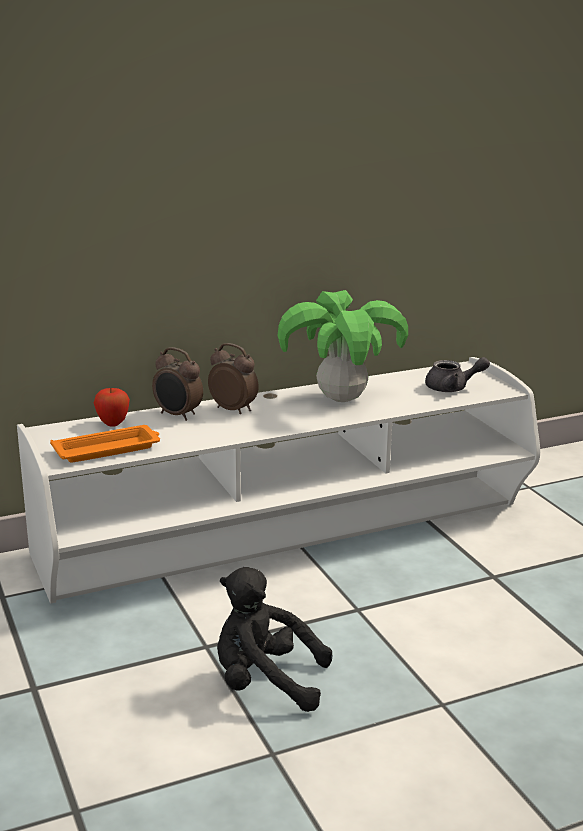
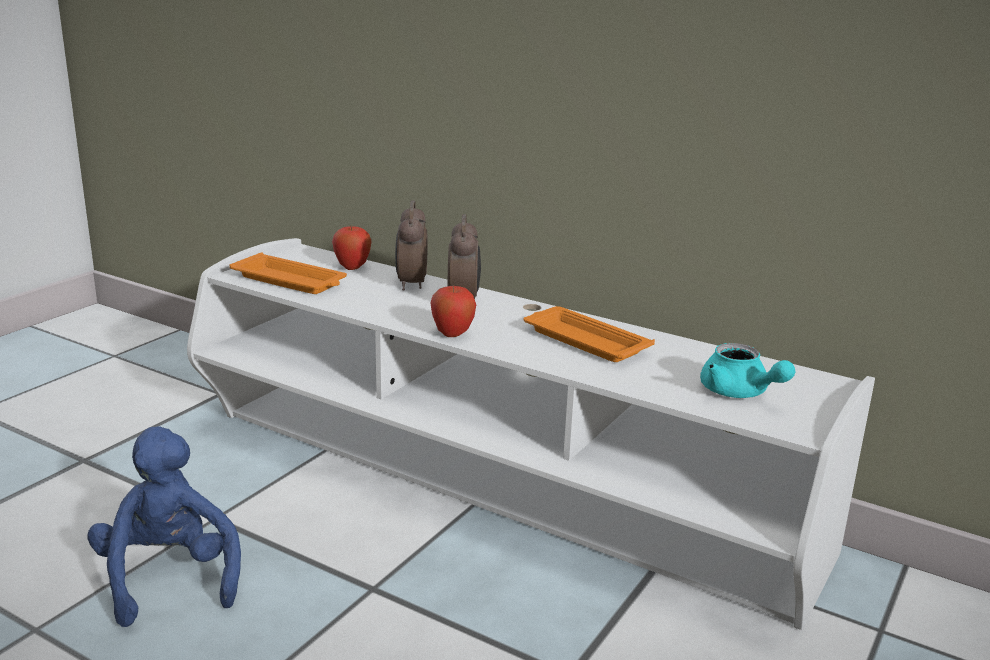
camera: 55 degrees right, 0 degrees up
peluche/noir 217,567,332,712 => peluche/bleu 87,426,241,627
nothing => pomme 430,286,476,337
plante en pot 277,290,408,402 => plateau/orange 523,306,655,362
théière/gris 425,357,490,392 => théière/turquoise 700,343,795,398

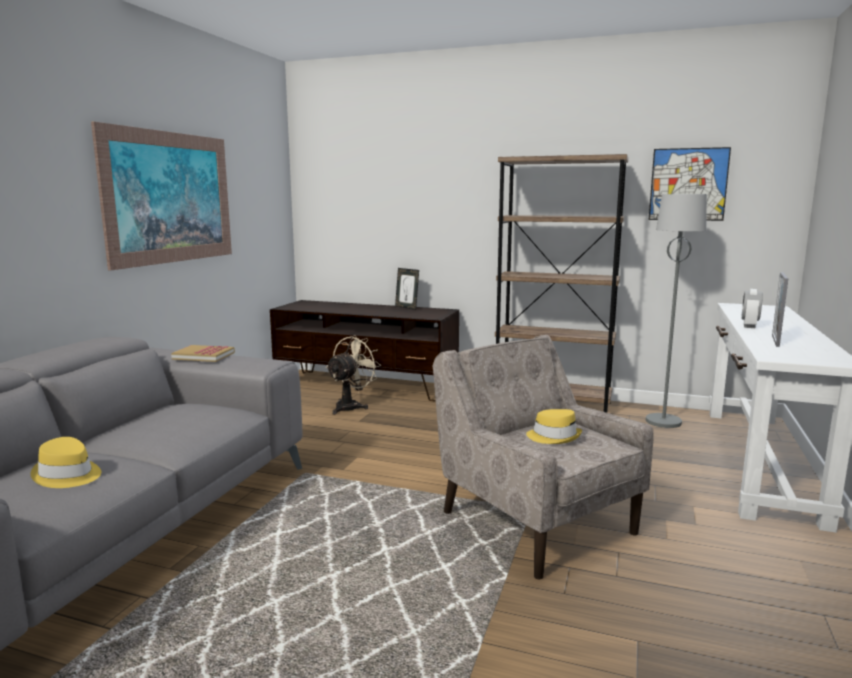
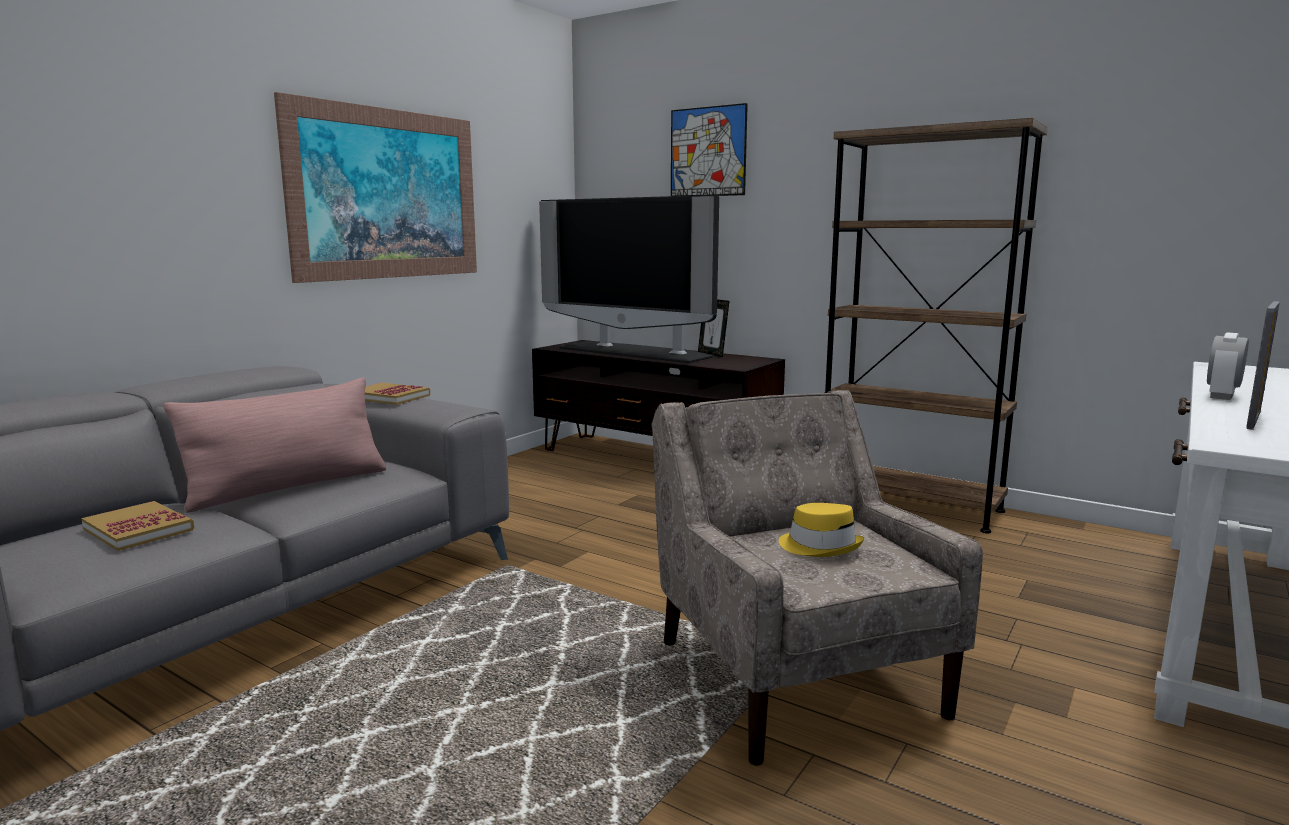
camera: 15 degrees right, 0 degrees up
chapeau/jaune 30,437,101,488 => livre 81,501,194,551
nothing => coussin/rose 163,377,386,513
nothing => téléviseur 539,195,719,363
tableau 649,147,731,221 => tableau 671,103,748,196, move
ventilateur/beige 326,335,381,415 => nothing
lampadaire/gris 646,194,707,428 => nothing

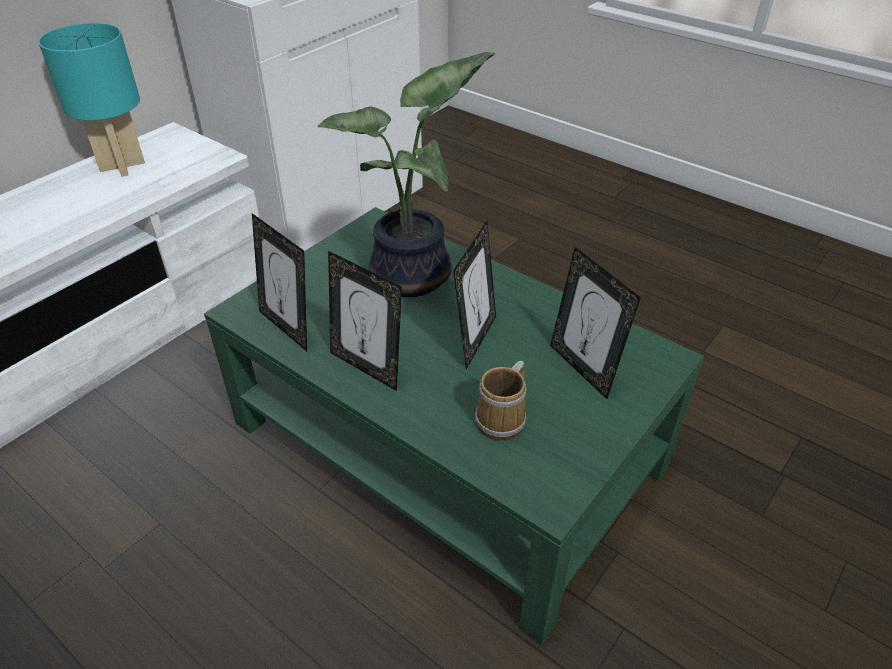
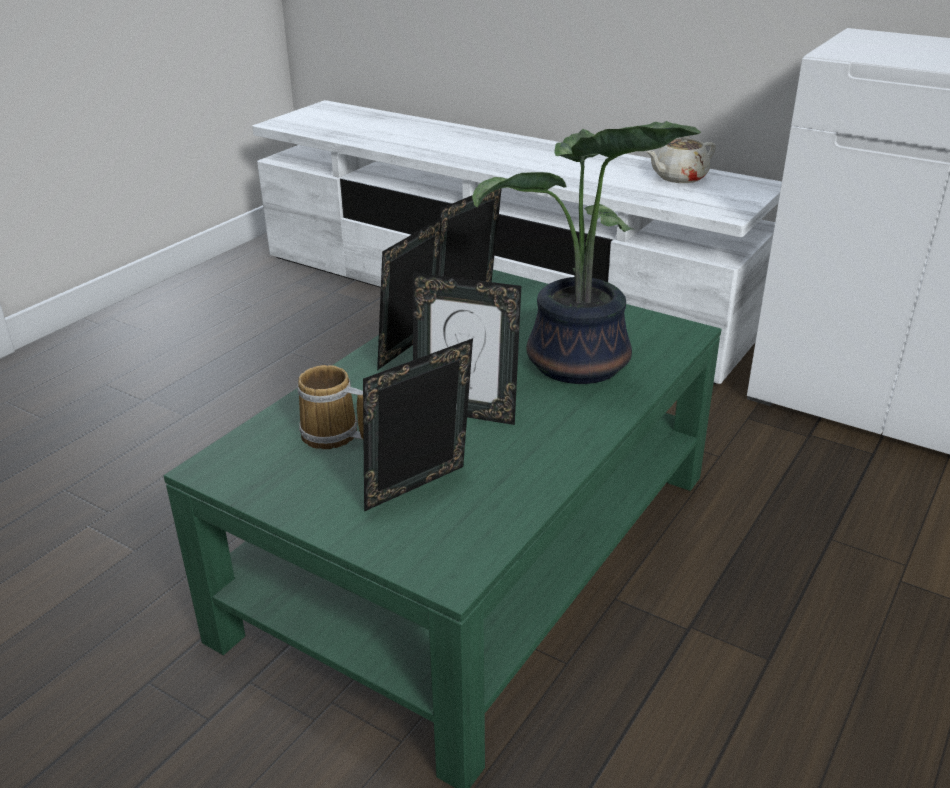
camera: 85 degrees right, 10 degrees down
lampe de table/turquoise 38,23,145,177 => théière/beige 646,136,716,183

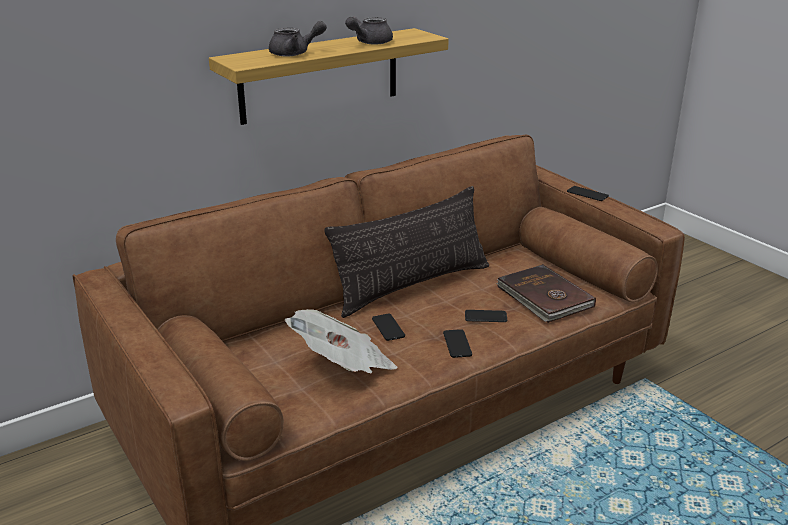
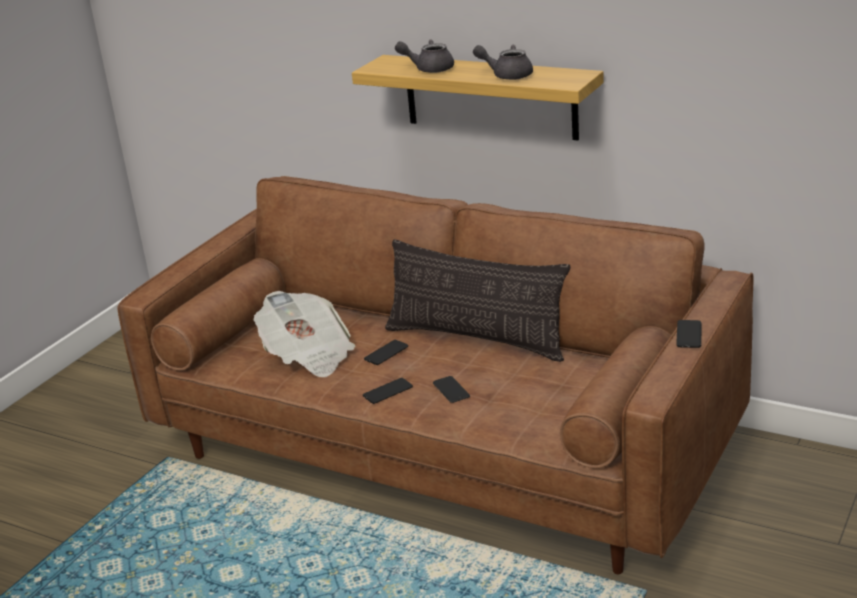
camera: 65 degrees right, 0 degrees up
théière/gris 269,21,327,57 => théière/gris 395,39,454,73, 135 degrees clockwise
livre/marron 496,264,596,323 => nothing

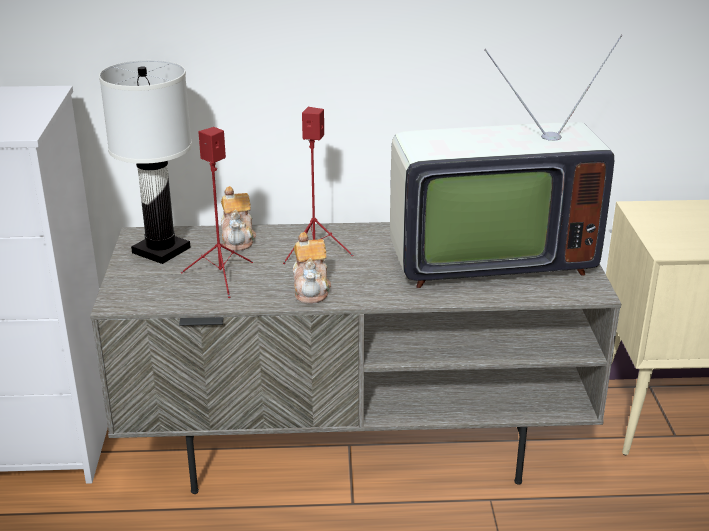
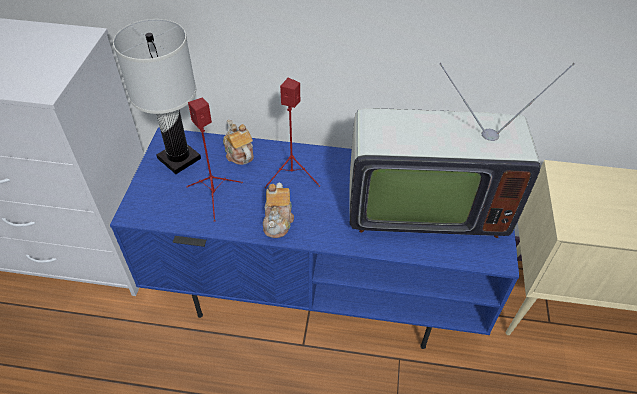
camera: 10 degrees right, 20 degrees up
meuble télé/gris 90,222,621,494 => meuble télé/bleu 110,128,519,349
théière 221,186,256,251 => théière 223,119,254,165, 150 degrees clockwise

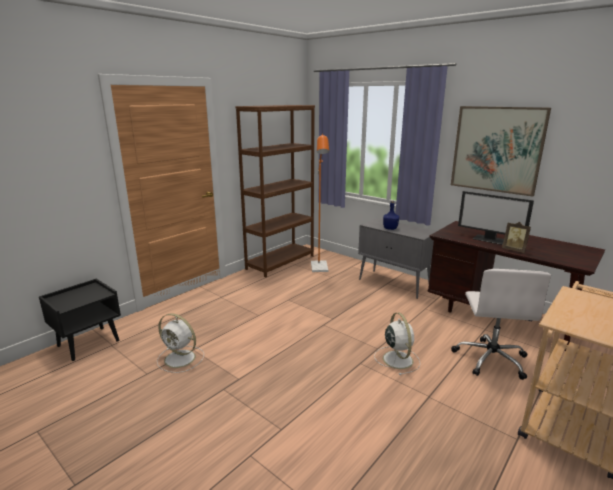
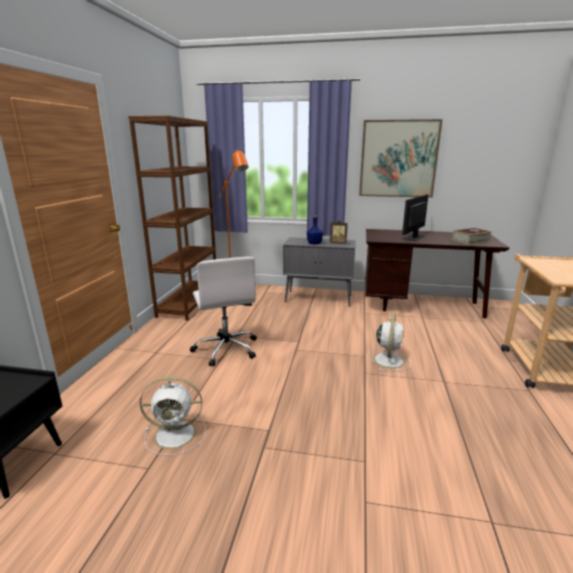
camera: 30 degrees left, 0 degrees up
chaise de bureau/blanc 451,269,551,380 => chaise de bureau/blanc 190,257,257,367, move
cadre photo 502,222,531,253 => cadre photo 330,221,348,244, move
ventilateur/blanc 374,312,421,375 => ventilateur/blanc 367,313,411,372, 60 degrees clockwise
écran d'ordinateur 458,191,534,245 => écran d'ordinateur 401,194,429,241, 120 degrees clockwise
nothing => livre 452,228,492,245

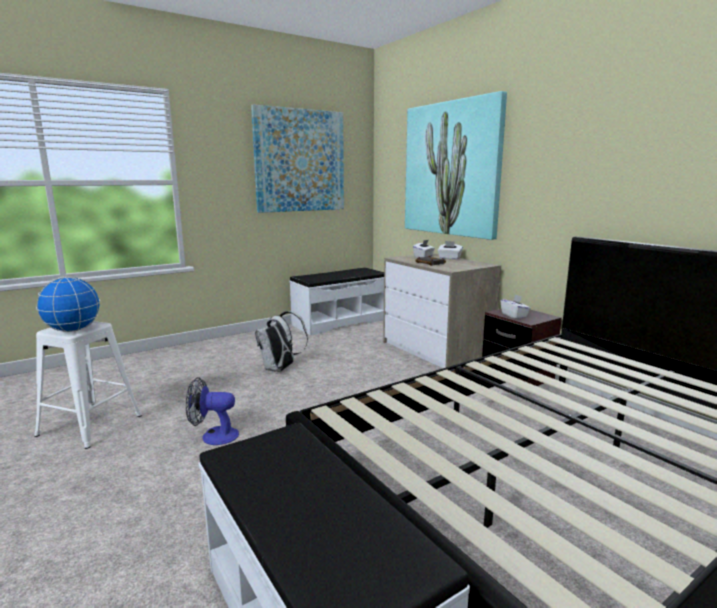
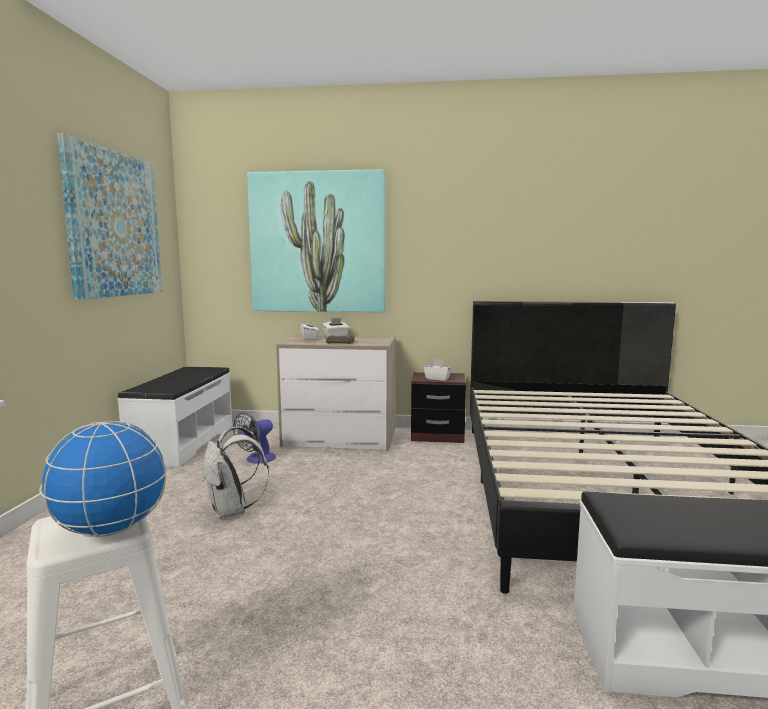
camera: 50 degrees left, 5 degrees down
ventilateur 186,377,239,445 => ventilateur 233,413,276,464, move

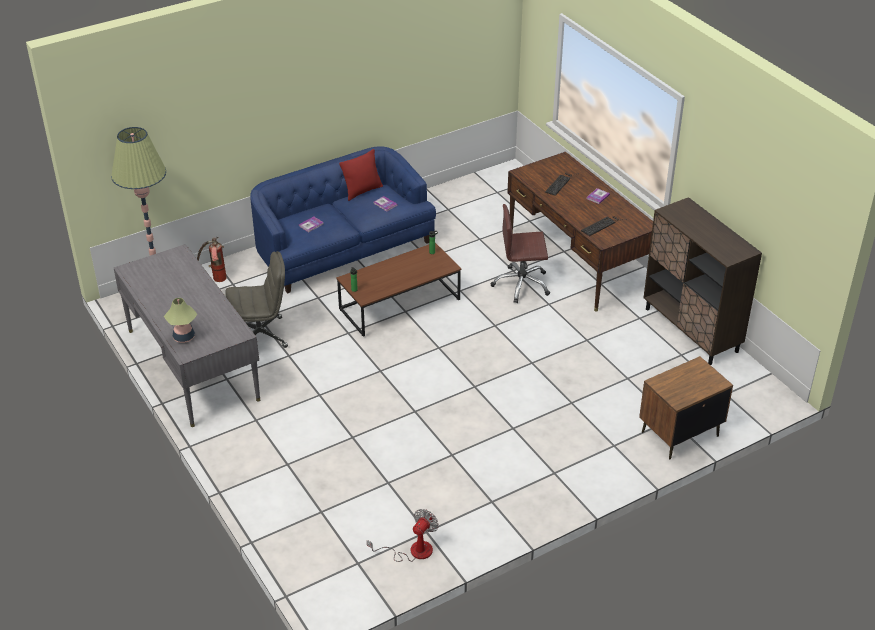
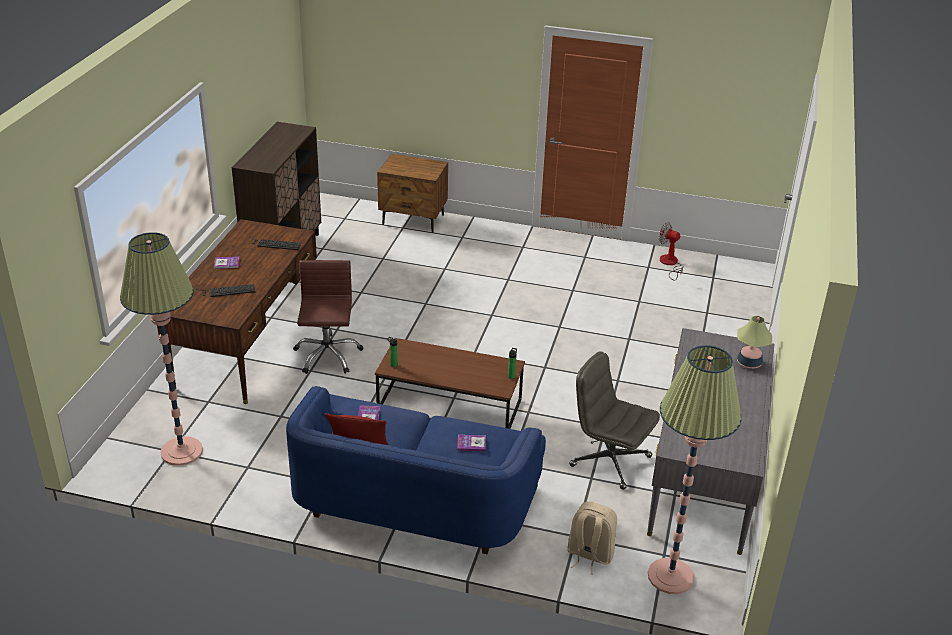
camera: 135 degrees left, 5 degrees down
nothing => lampadaire 120,232,203,466
chaise de bureau/marron 491,204,550,303 => chaise de bureau/marron 293,260,363,374, 135 degrees counterclockwise
extincteur 197,237,227,282 => sac à dos/beige 568,502,617,575
ventilateur 367,509,438,562 => ventilateur 659,222,683,281, 45 degrees clockwise

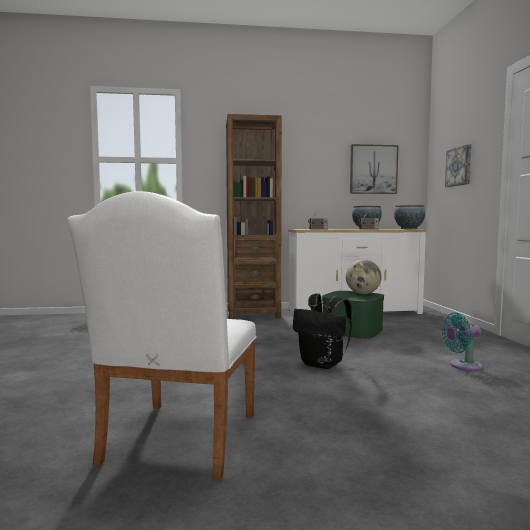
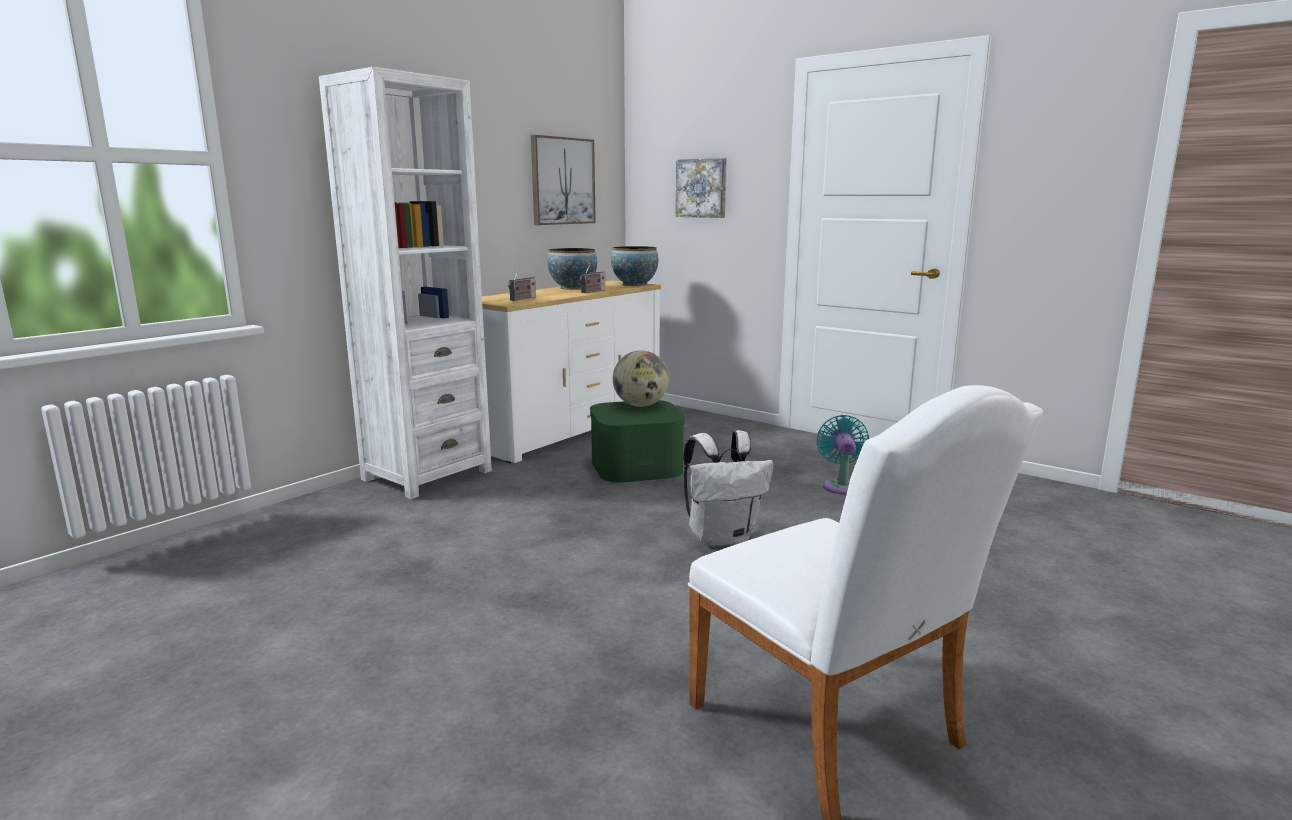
camera: 45 degrees left, 10 degrees up
bibliothèque/marron 226,114,282,319 => bibliothèque/blanc 319,67,492,499
sac à dos/noir 293,293,352,369 => sac à dos/blanc 683,430,773,547
ventilateur/turquoise 442,312,483,371 => ventilateur/turquoise 816,415,869,495, 150 degrees clockwise

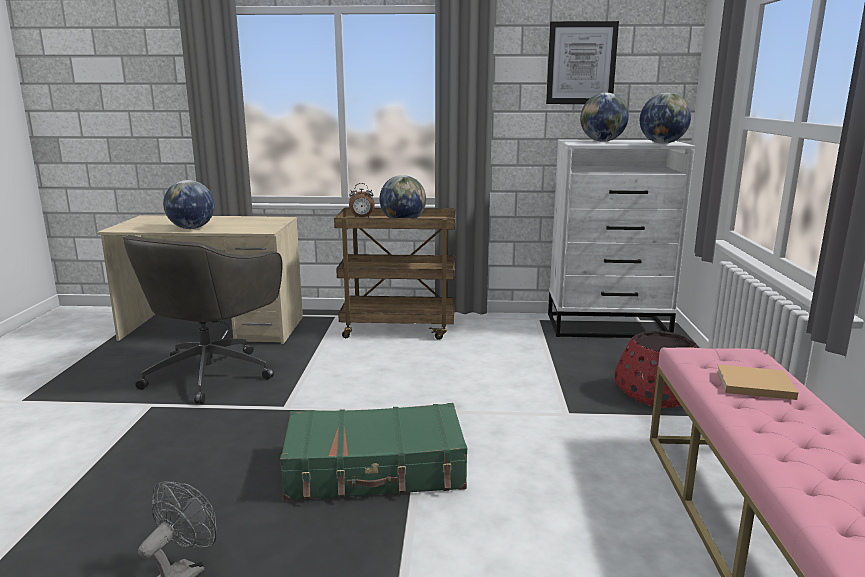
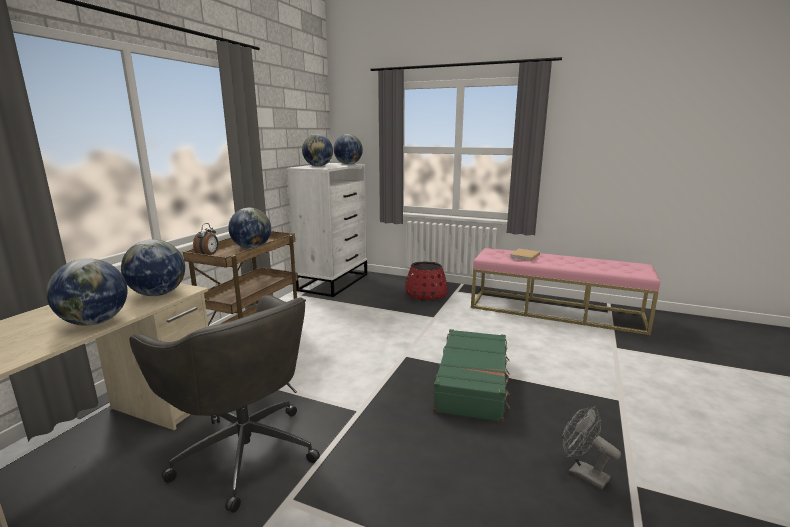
camera: 70 degrees left, 0 degrees up
nothing => globe 121,239,185,296
tableau 546,21,619,104 => nothing

